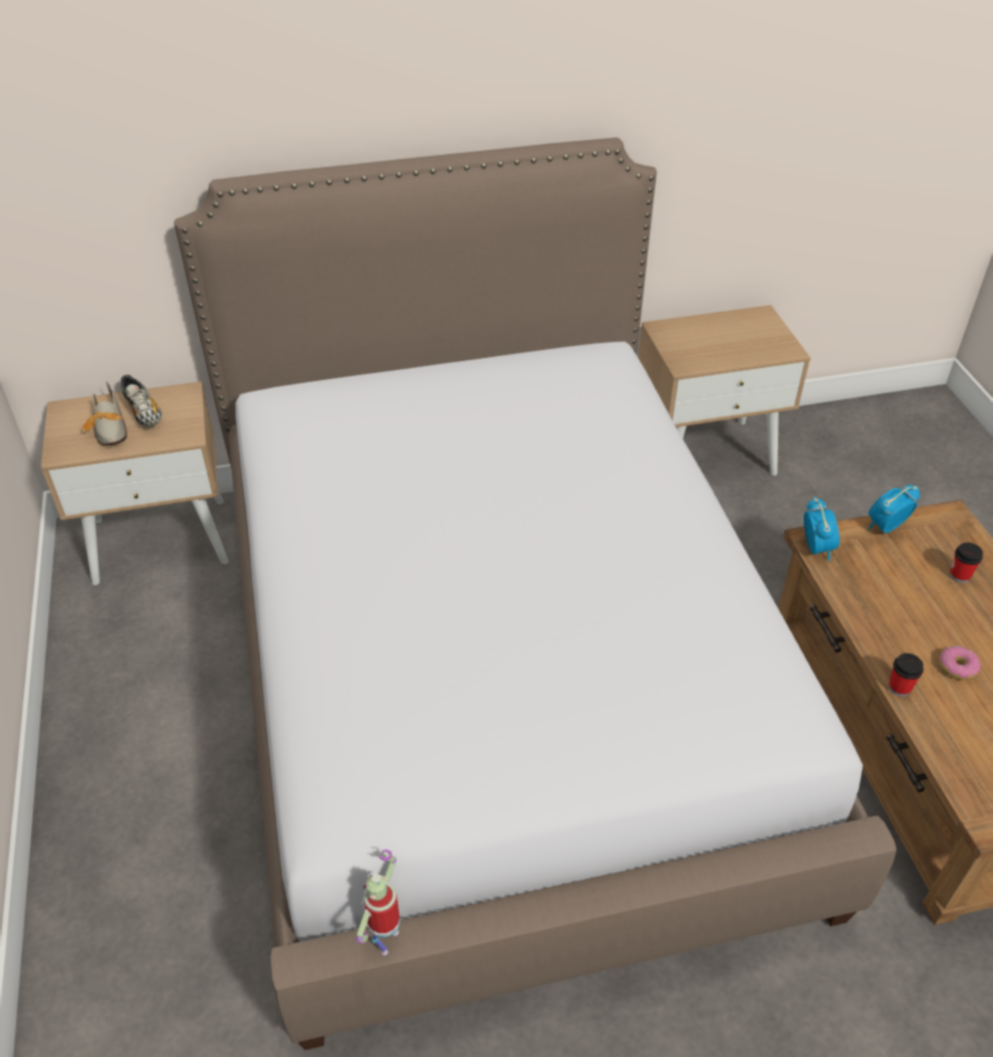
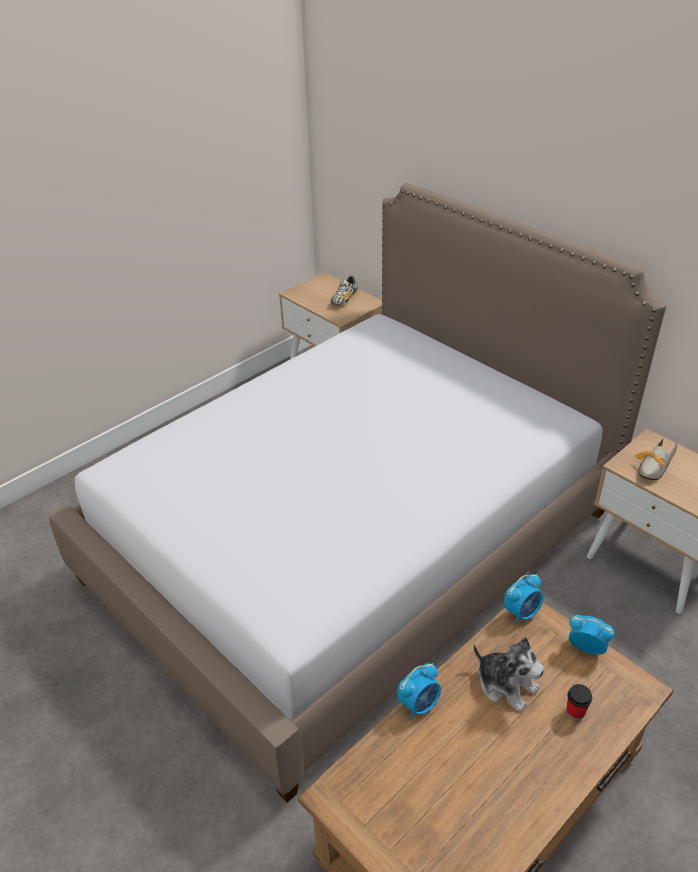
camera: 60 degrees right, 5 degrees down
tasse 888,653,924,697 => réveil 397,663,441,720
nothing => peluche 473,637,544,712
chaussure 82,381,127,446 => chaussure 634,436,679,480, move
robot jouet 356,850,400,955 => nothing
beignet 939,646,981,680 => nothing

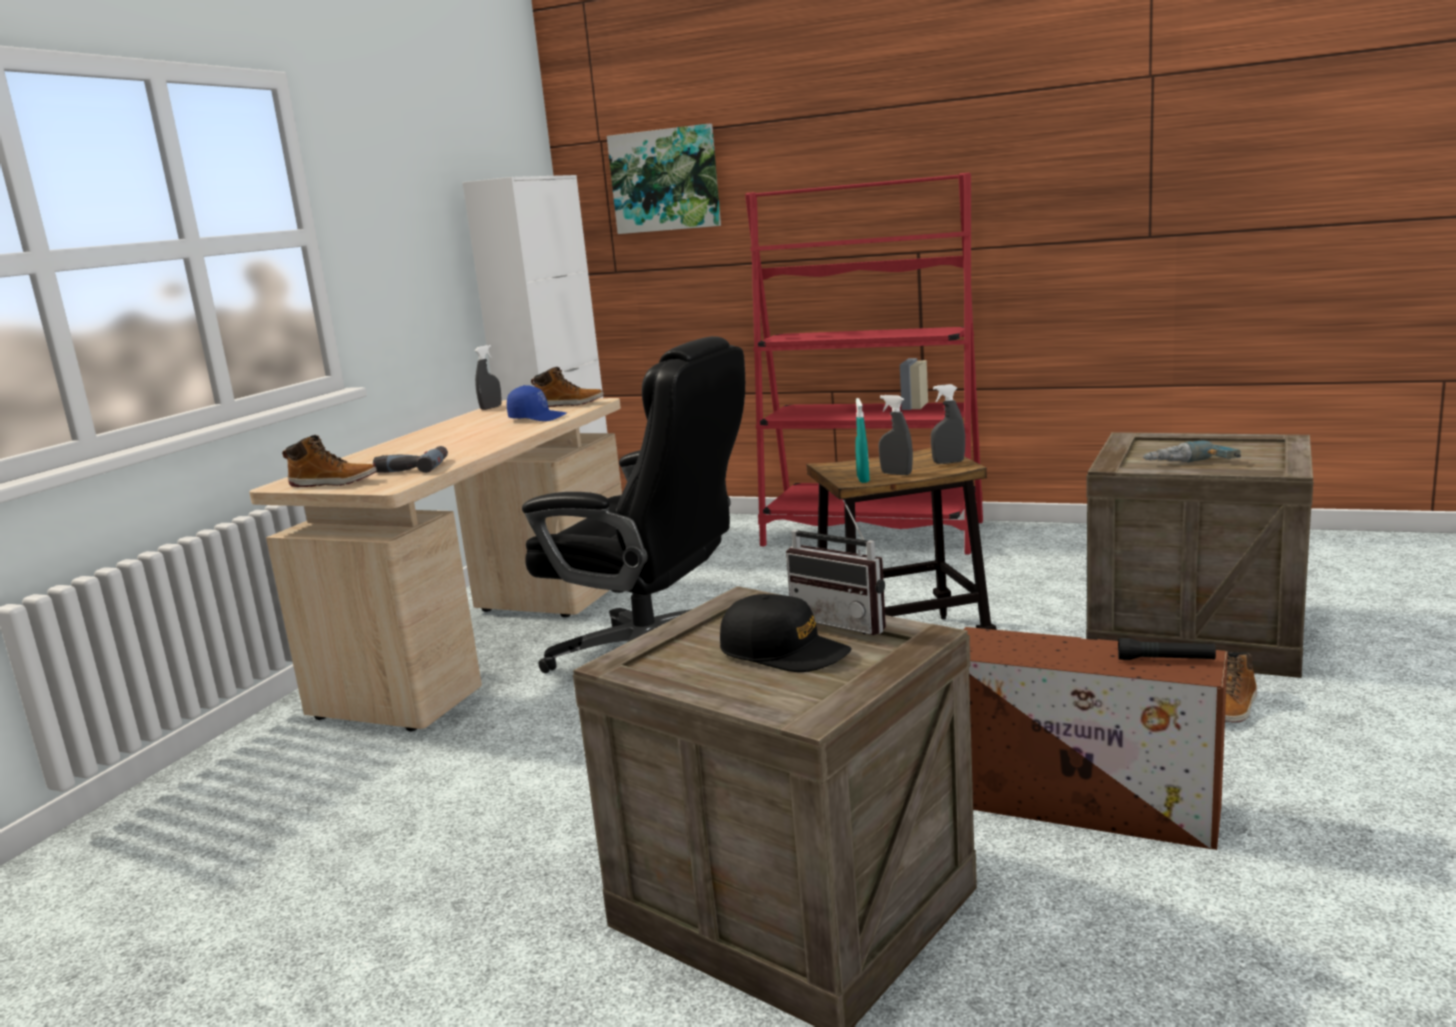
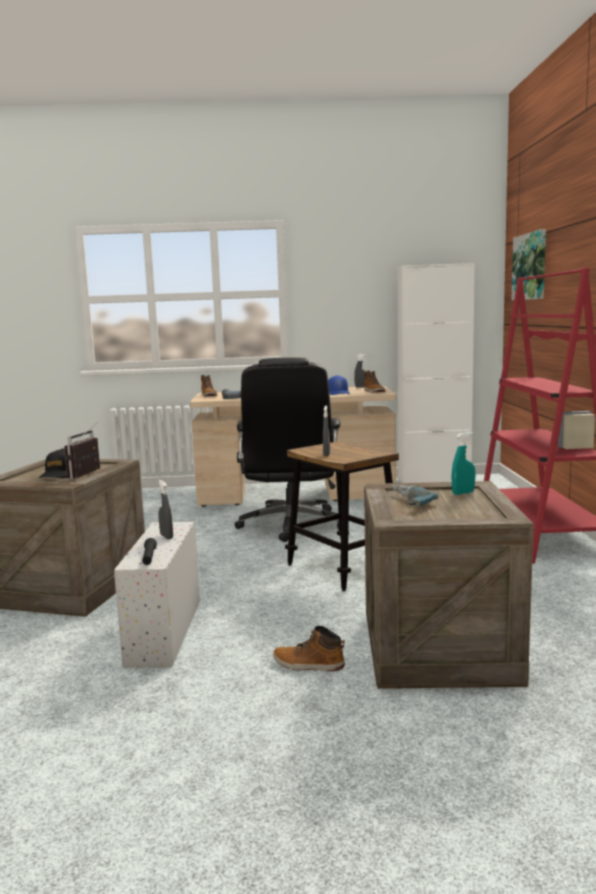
camera: 65 degrees right, 5 degrees down
boîte de rangement/marron 963,627,1228,850 => boîte de rangement/blanc 114,522,200,667
vaporisateur/gris 931,384,965,464 => vaporisateur/gris 158,480,173,540, move
vaporisateur/turquoise 855,398,870,483 => vaporisateur/turquoise 451,432,475,495, move

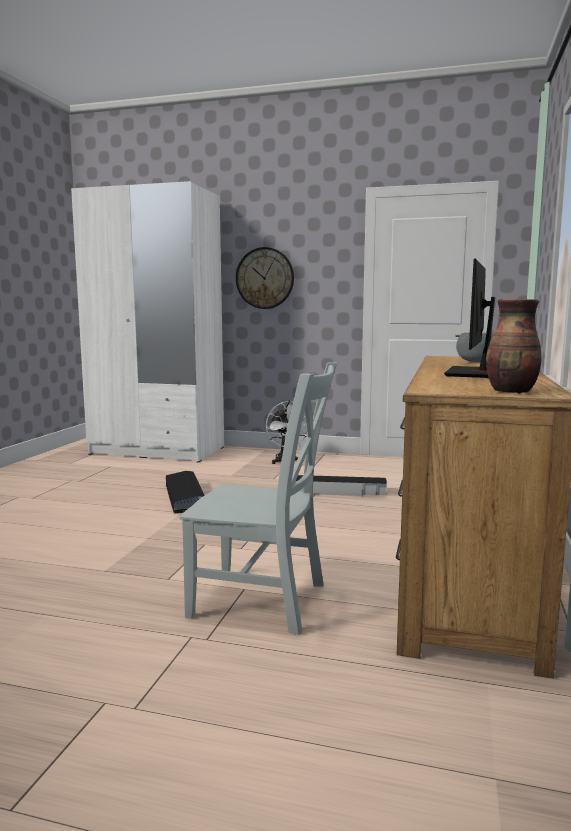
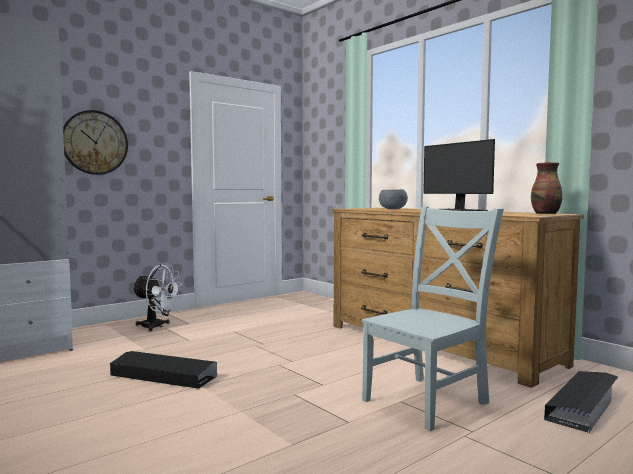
camera: 55 degrees left, 5 degrees down
boîte de rangement/noir 296,475,387,496 => boîte de rangement/noir 544,371,618,433, move

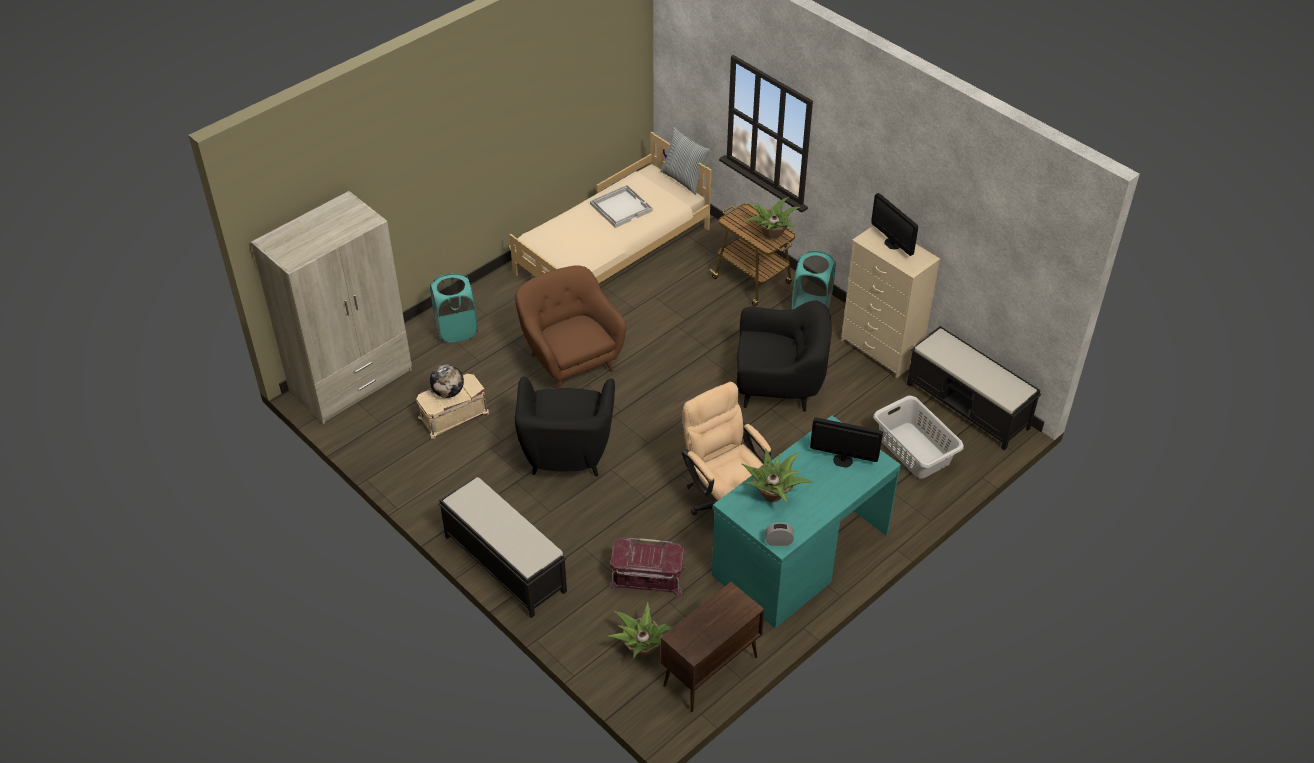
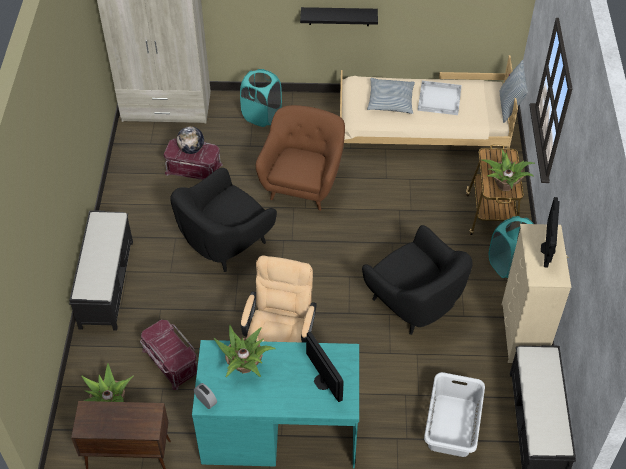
camera: 45 degrees right, 5 degrees up
boîte de rangement/beige 416,374,490,439 => boîte de rangement/rouge 164,139,223,180
nothing => étagère/noir 300,7,378,26
nothing => coussin 367,78,415,114

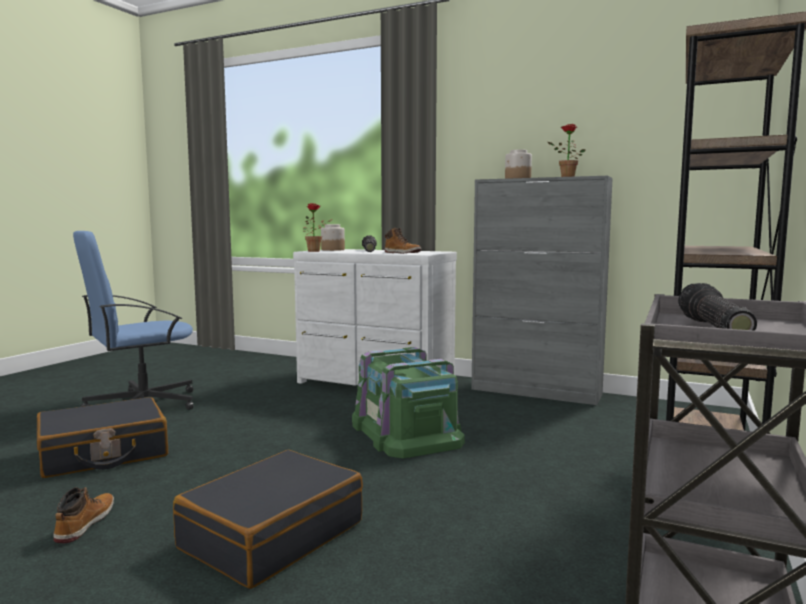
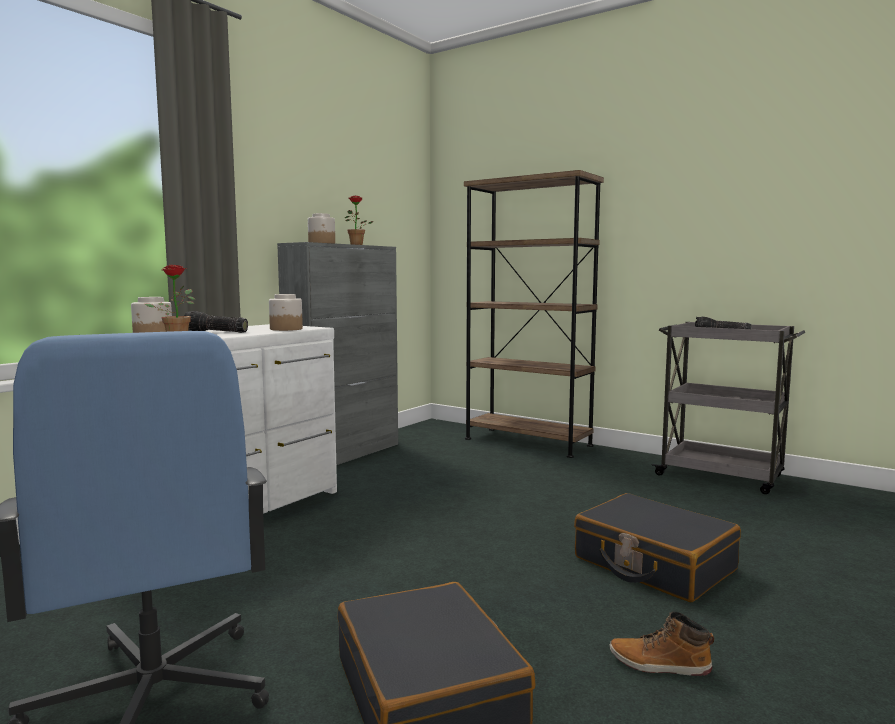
camera: 80 degrees left, 0 degrees up
botte 385,228,421,254 => bocal 269,294,303,331
boîte de rangement/vert 352,347,465,458 => nothing

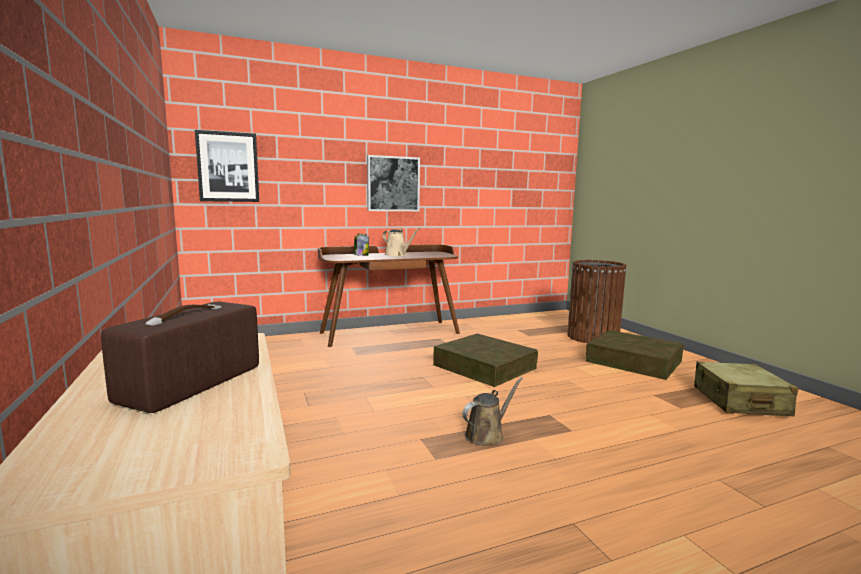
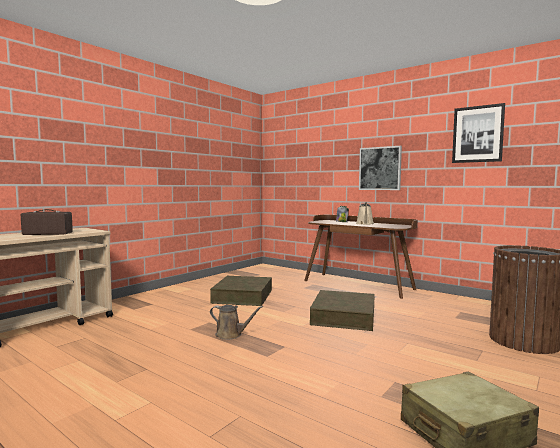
camera: 60 degrees right, 5 degrees down
boîte de rangement/marron 586,330,684,380 => boîte de rangement/marron 210,276,272,306, move
tableau 195,130,259,202 => tableau 452,103,505,163, move

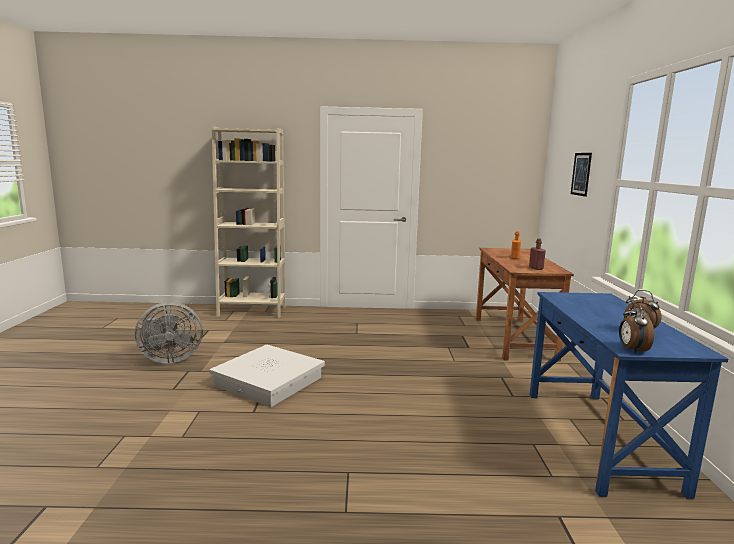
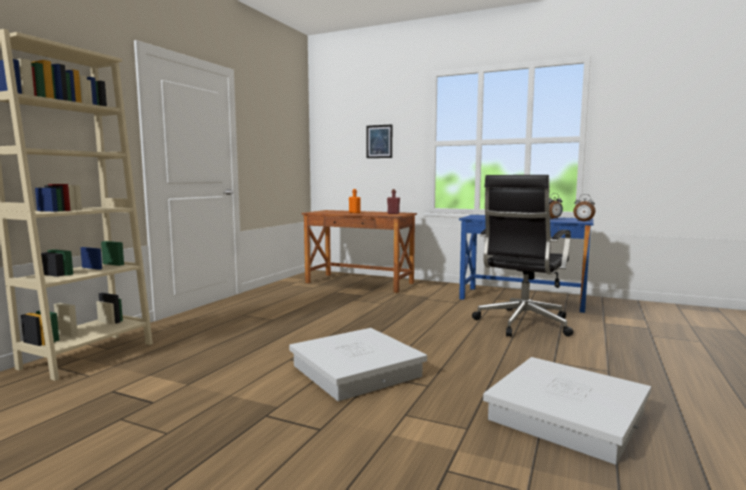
camera: 65 degrees left, 5 degrees down
nothing => chaise de bureau/noir 472,175,573,337
nothing => boîte de rangement/blanc 483,357,651,465
ventilateur/gris 135,302,203,364 => nothing

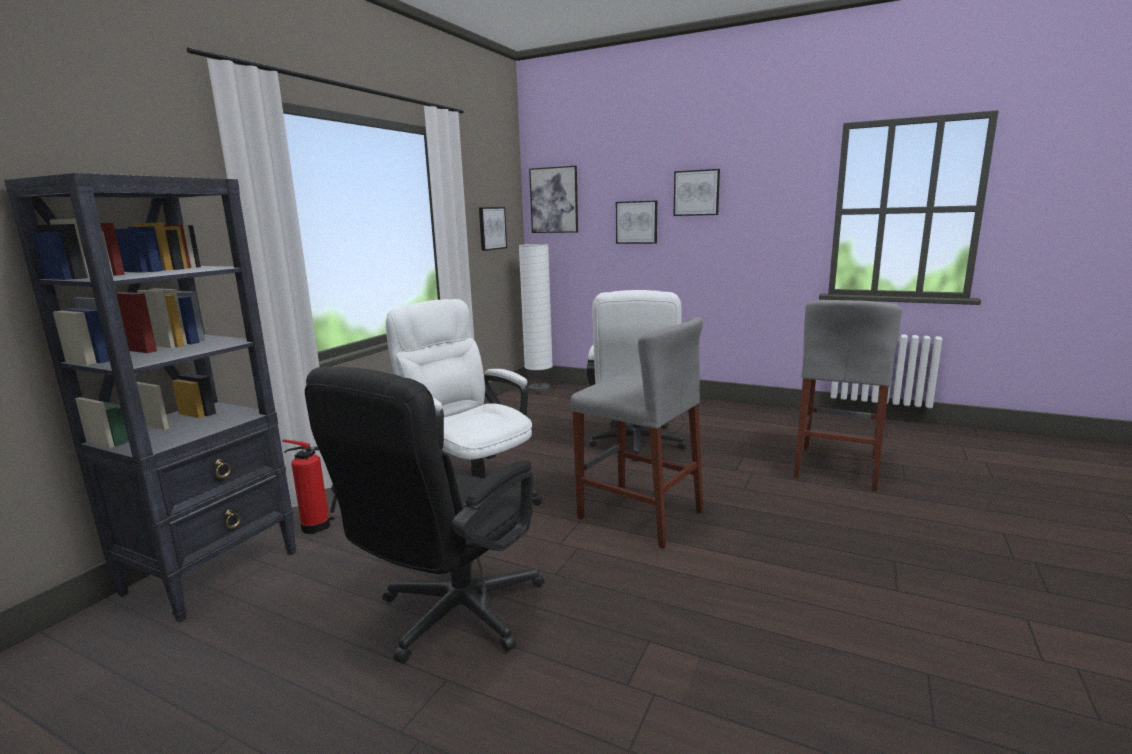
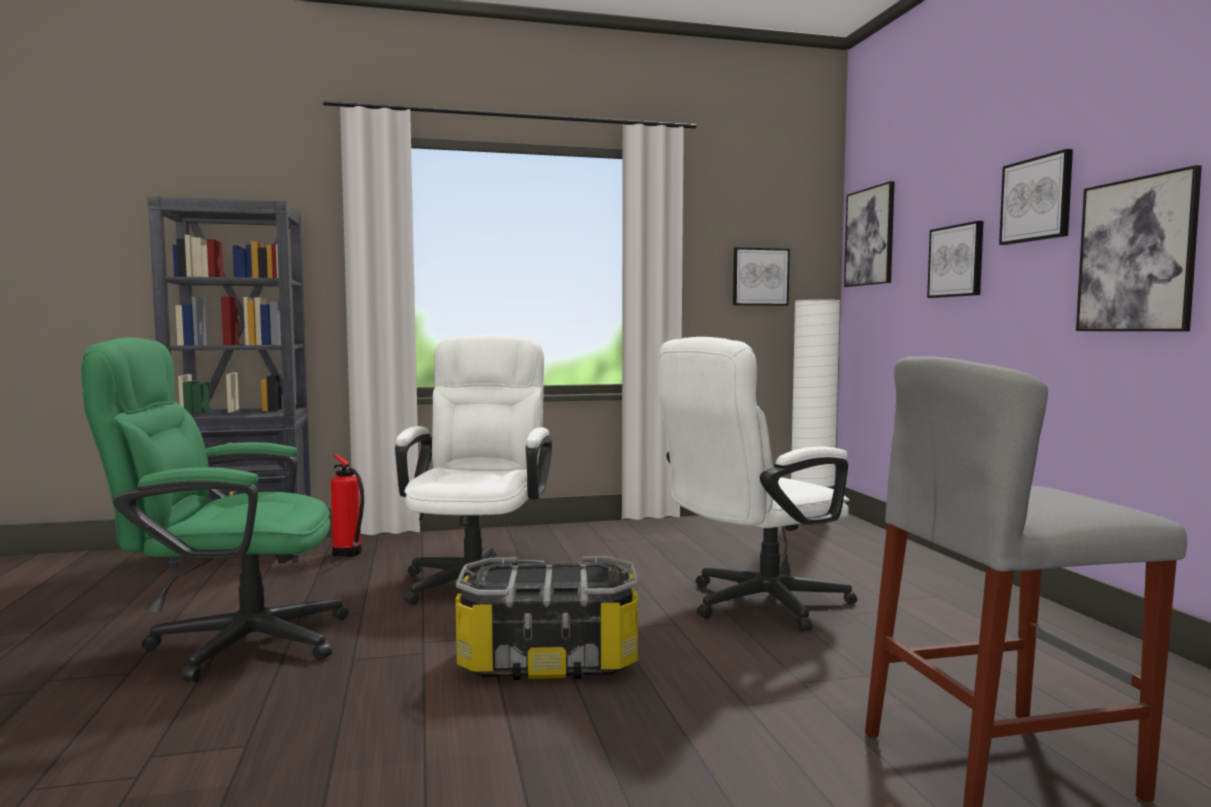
camera: 50 degrees right, 10 degrees down
chaise de bureau/noir 305,366,545,664 => chaise de bureau/vert 81,338,349,682
tabouret/gris 571,317,703,549 => boîte de rangement 455,556,638,680
nothing => tableau 1076,165,1202,331

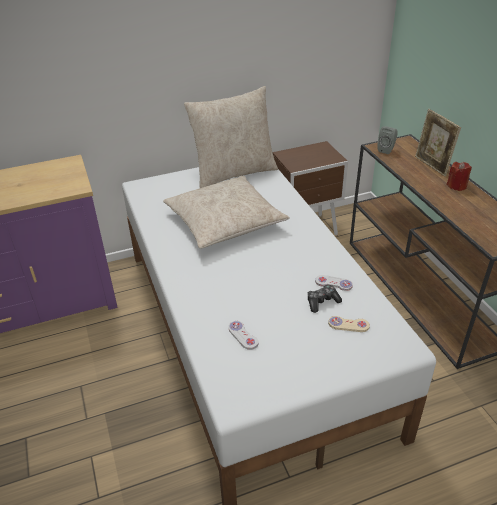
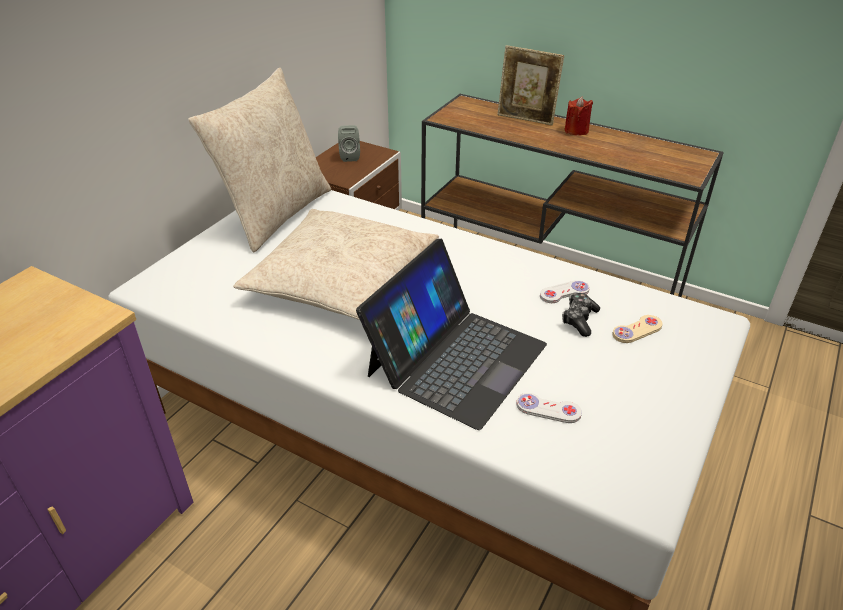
camera: 40 degrees left, 0 degrees up
enceinte/gris 377,126,398,154 => enceinte/gris 338,125,360,162, move
nothing => ordinateur portable 356,239,547,430

